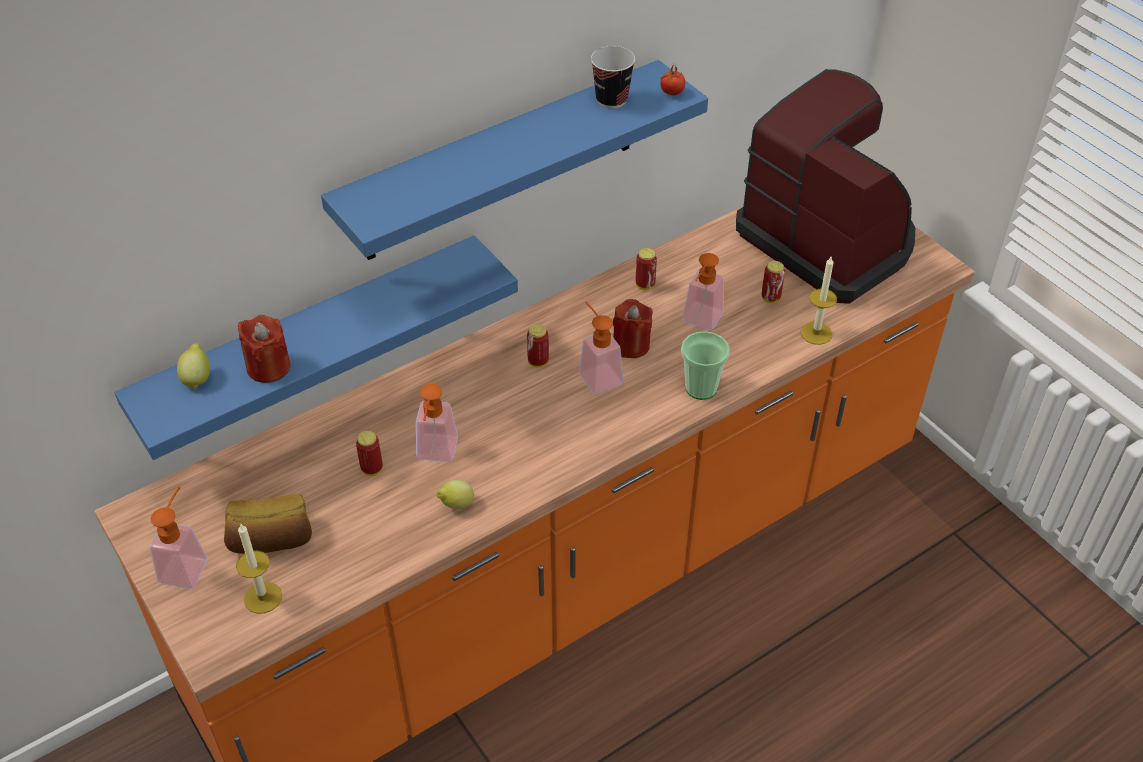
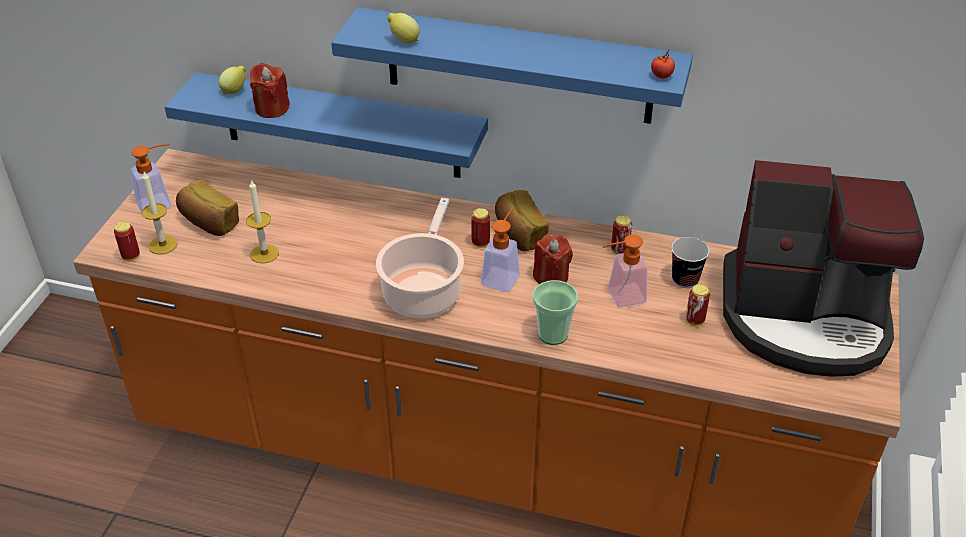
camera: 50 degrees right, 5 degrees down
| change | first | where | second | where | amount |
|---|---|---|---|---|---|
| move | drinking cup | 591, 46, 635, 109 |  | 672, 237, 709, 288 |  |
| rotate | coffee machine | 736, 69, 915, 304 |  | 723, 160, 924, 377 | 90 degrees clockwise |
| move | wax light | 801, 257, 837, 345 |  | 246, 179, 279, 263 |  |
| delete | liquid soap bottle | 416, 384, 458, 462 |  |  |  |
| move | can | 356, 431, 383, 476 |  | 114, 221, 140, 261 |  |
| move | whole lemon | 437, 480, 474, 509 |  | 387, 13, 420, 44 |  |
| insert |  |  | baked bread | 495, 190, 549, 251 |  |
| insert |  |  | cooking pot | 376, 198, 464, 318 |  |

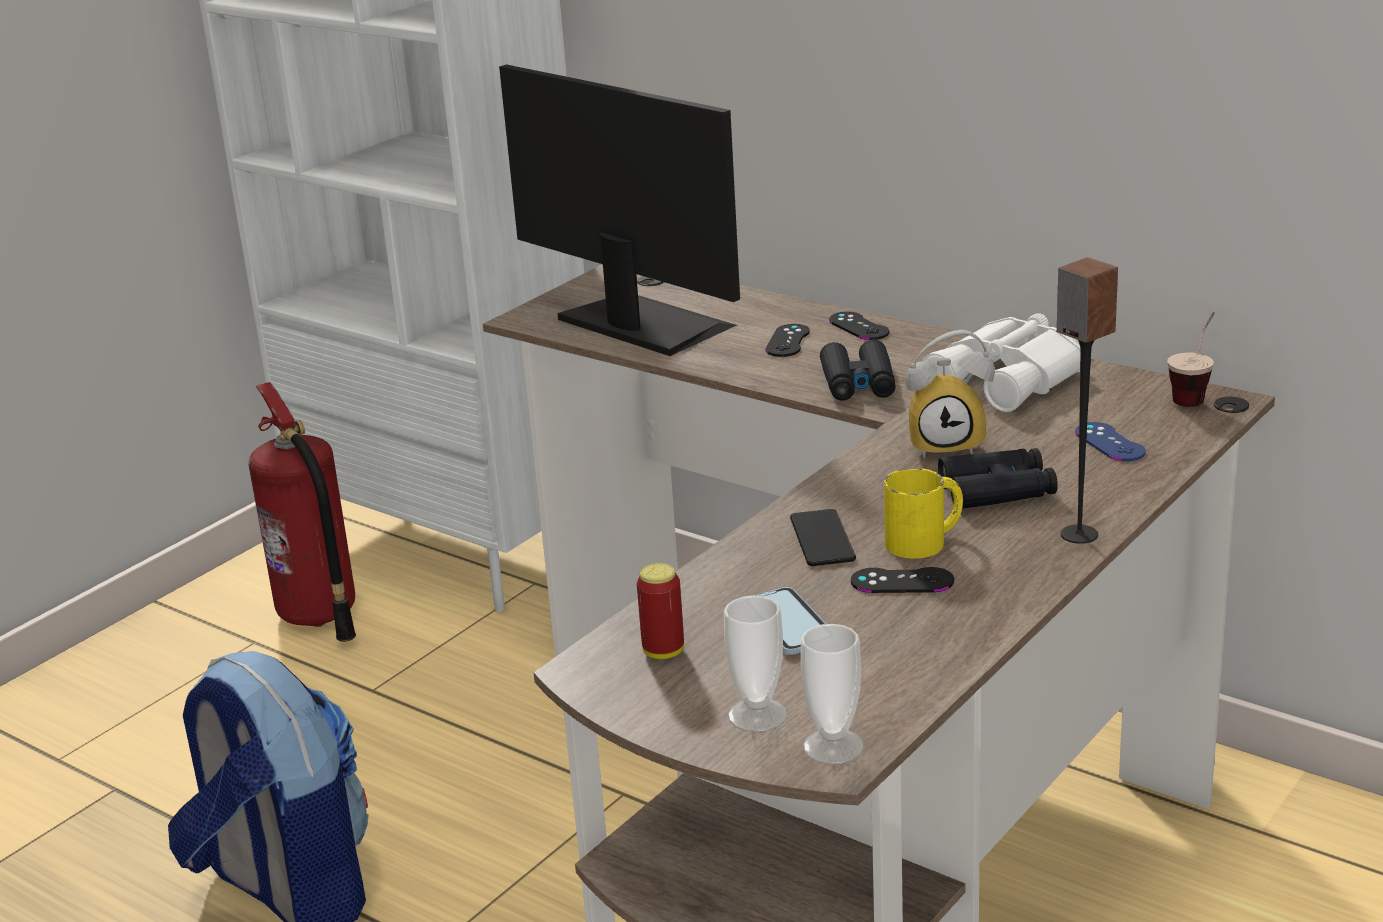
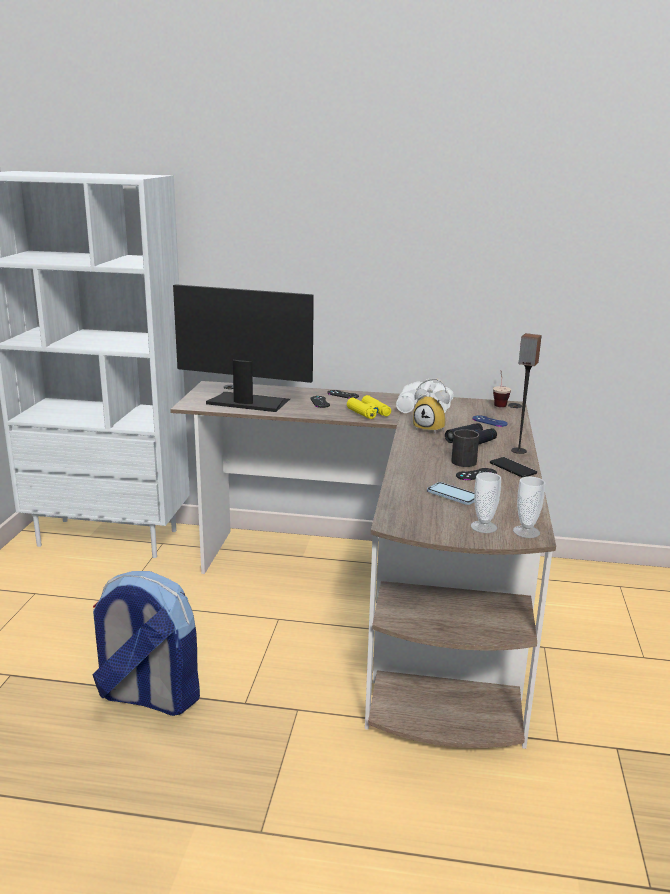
camera: 30 degrees left, 5 degrees down
| change | first | where | second | where | amount |
|---|---|---|---|---|---|
| rotate | bedside clock | 906, 330, 995, 459 |  | 413, 378, 450, 433 | 60 degrees clockwise |
| recolor | black-coloured field glasses | 820, 339, 896, 401 | yellow-coloured field glasses | 347, 395, 391, 419 |  |
| delete | extinguisher | 249, 382, 356, 642 |  |  |  |
| recolor | yellow-coloured tea mug | 884, 468, 963, 559 | black-coloured tea mug | 451, 429, 479, 467 |  |
| move | telephone | 790, 509, 856, 566 |  | 490, 457, 537, 477 |  |
| delete | can | 637, 563, 684, 659 |  |  |  |

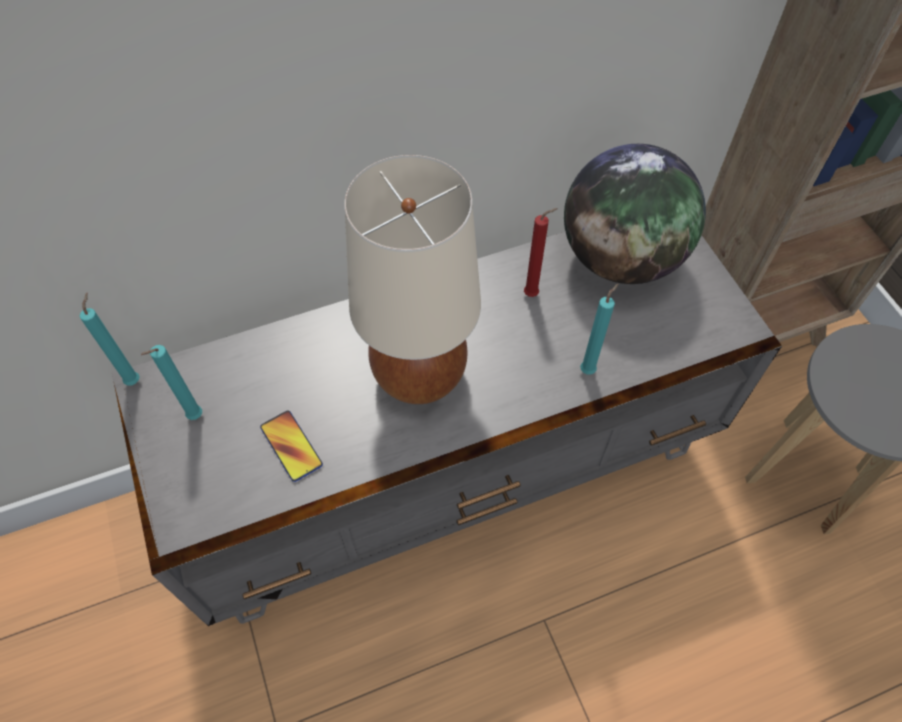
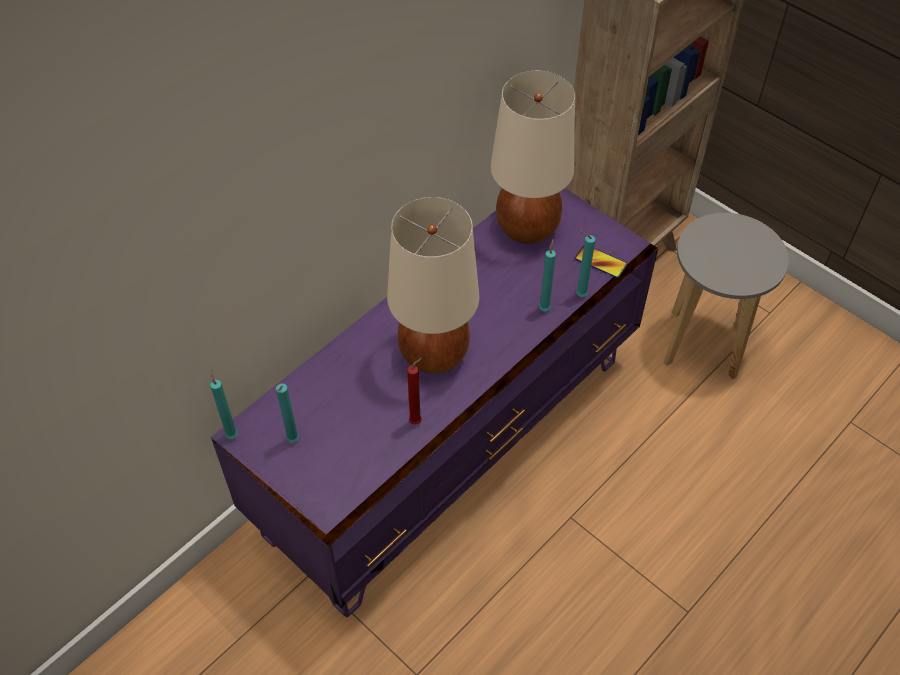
camera: 25 degrees left, 5 degrees down
| change | first | where | second | where | amount |
|---|---|---|---|---|---|
| replace | globe | 564, 144, 706, 284 | sand-coloured lamp for a table | 490, 71, 575, 244 |  |
| move | red-coloured wax light | 524, 208, 558, 297 |  | 407, 357, 422, 425 |  |
| recolor | grey tv stand | 112, 231, 782, 626 | purplish tv stand | 211, 188, 658, 617 |  |
| move | telephone | 260, 410, 323, 482 |  | 575, 245, 628, 278 |  |
| insert |  |  | turquoise wax light | 576, 231, 595, 297 |  |

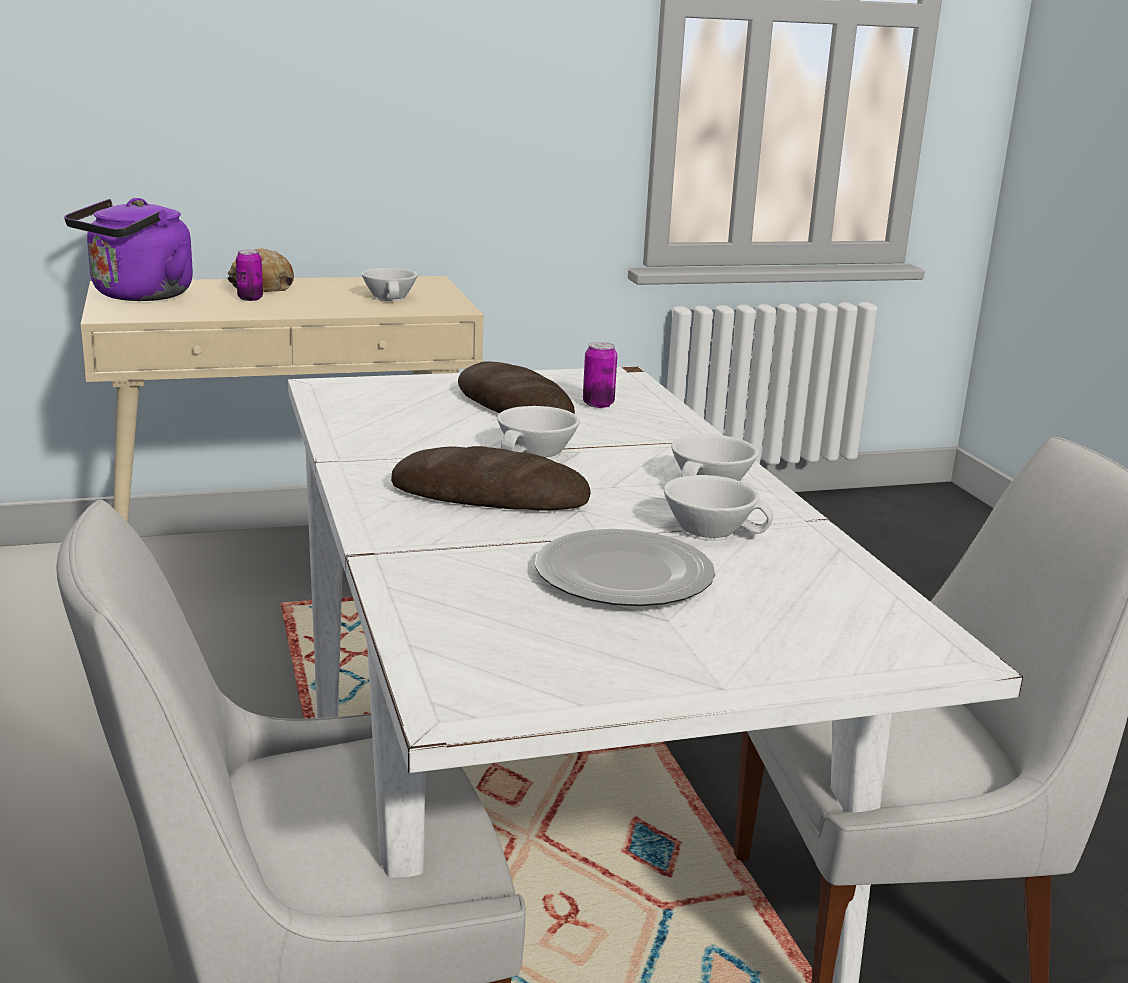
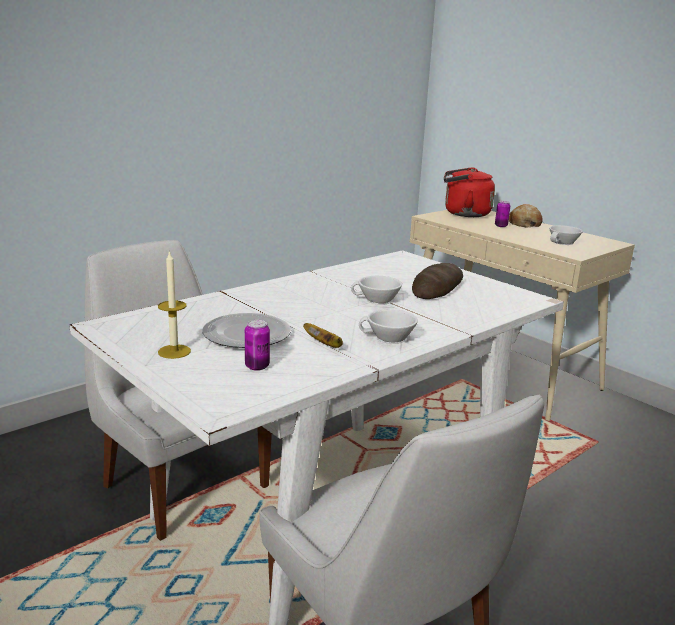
camera: 65 degrees right, 0 degrees up
| change | first | where | second | where | amount |
|---|---|---|---|---|---|
| recolor | purplish tea kettle | 64, 198, 193, 301 | red-coloured tea kettle | 444, 167, 495, 217 |  |
| move | can | 583, 342, 617, 408 |  | 245, 320, 270, 371 |  |
| delete | baked bread | 391, 446, 591, 511 |  |  |  |
| replace | whitish drinking cup | 664, 475, 773, 541 | whole banana | 303, 323, 343, 348 |  |
| insert |  |  | wax light | 158, 250, 191, 359 |  |

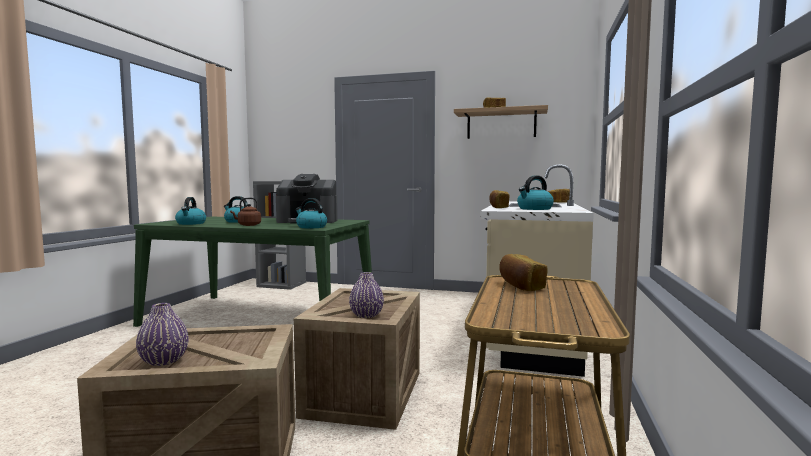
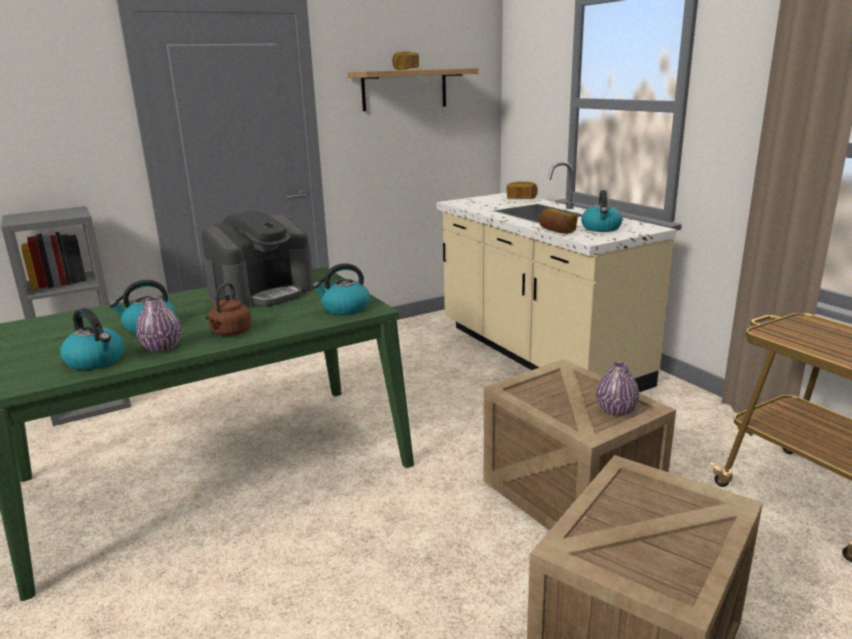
camera: 45 degrees left, 15 degrees up
| change | first | where | second | where | amount |
|---|---|---|---|---|---|
| delete | baked bread | 499, 254, 548, 291 |  |  |  |
| move | purplish vase | 136, 303, 189, 366 |  | 136, 296, 182, 352 |  |

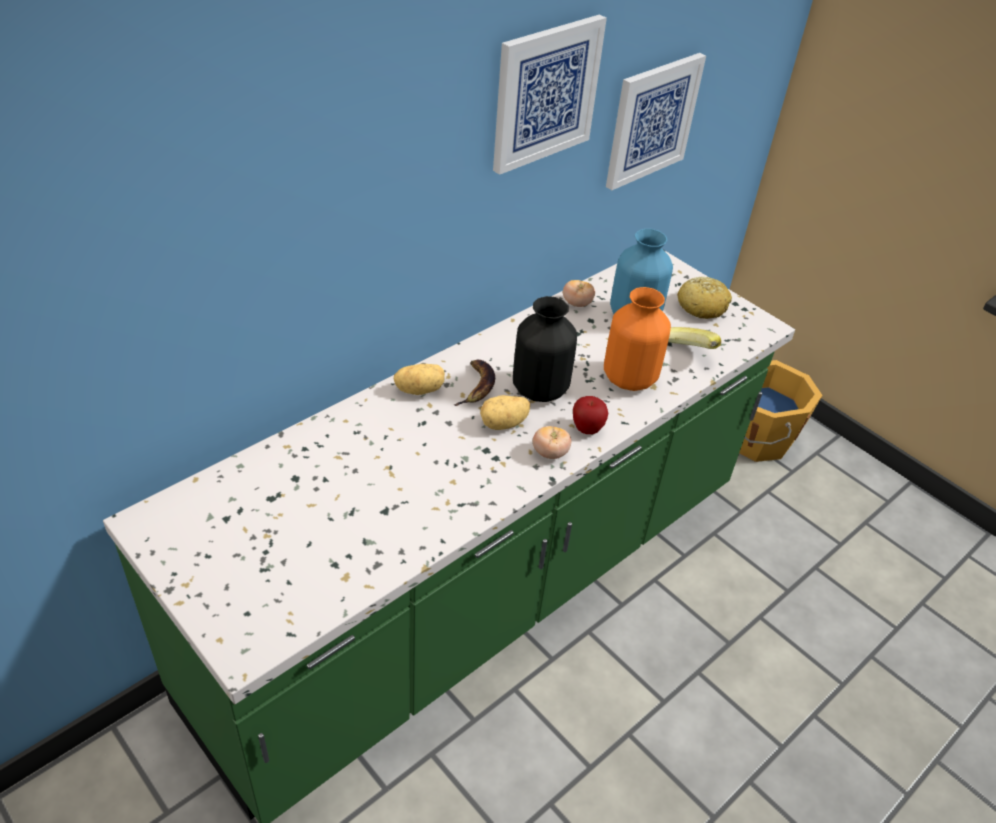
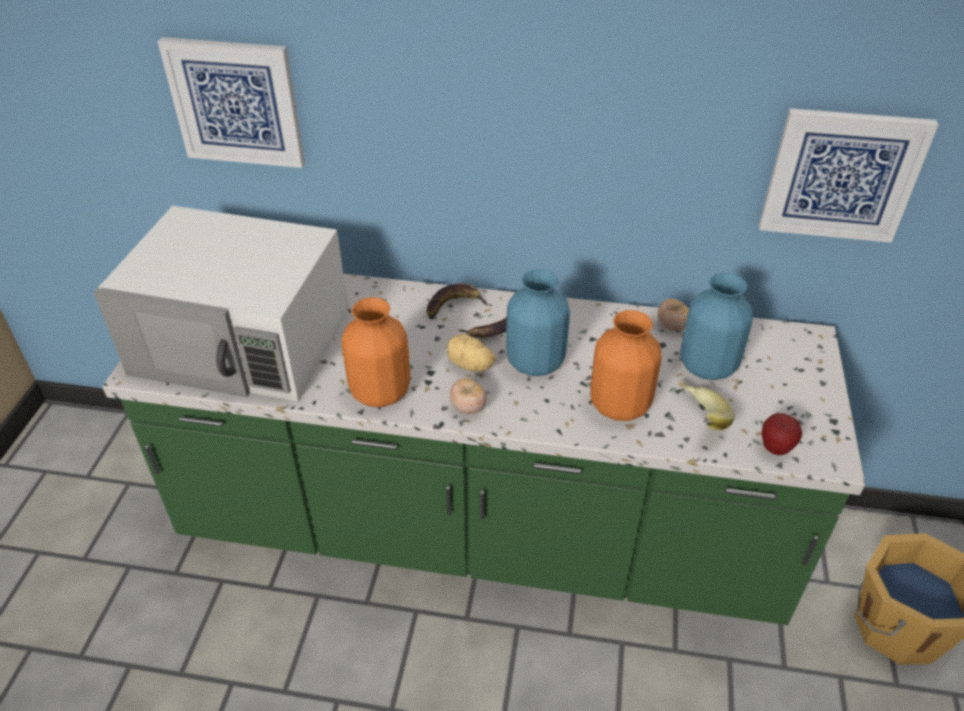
camera: 55 degrees right, 0 degrees up
| change | first | where | second | where | amount |
|---|---|---|---|---|---|
| move | wall picture | 493, 14, 607, 175 |  | 158, 37, 305, 168 |  |
| delete | baked bread | 677, 277, 732, 319 |  |  |  |
| recolor | black-coloured vase | 513, 296, 577, 402 | blue vase | 506, 269, 570, 376 |  |
| replace | potato | 394, 364, 445, 395 | whole banana | 426, 283, 489, 319 |  |
| move | apple fruit | 573, 396, 608, 434 |  | 761, 413, 802, 455 |  |
| insert |  |  | whitish kitchen microwave | 94, 206, 348, 401 |  |
| insert |  |  | orangey vase | 341, 297, 410, 407 |  |

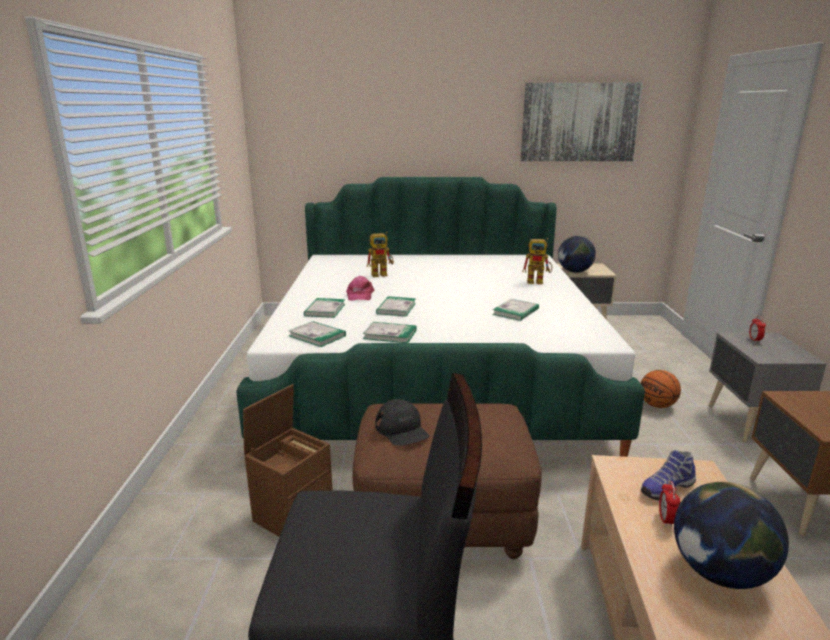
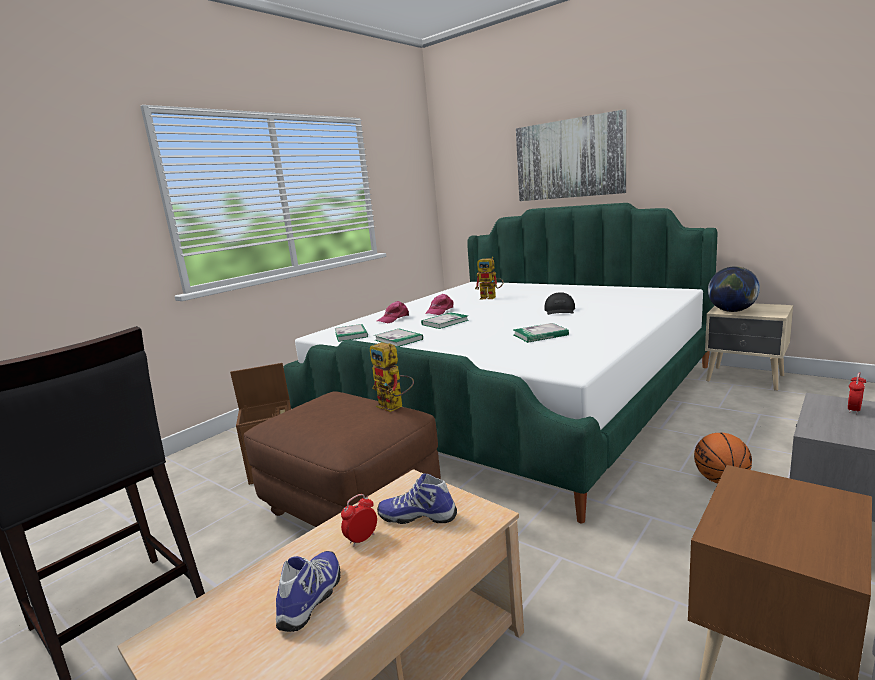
camera: 40 degrees right, 5 degrees down
| change | first | where | second | where | amount |
|---|---|---|---|---|---|
| move | wall picture | 521, 83, 643, 161 |  | 516, 109, 626, 201 |  |
| move | model robot | 522, 238, 552, 284 |  | 369, 342, 414, 412 |  |
| replace | bound book | 304, 298, 345, 318 | pinkish cap | 377, 301, 409, 323 |  |
| move | black-coloured cap | 375, 399, 429, 446 |  | 544, 292, 575, 315 |  |
| replace | globe | 674, 482, 789, 589 | low shoe | 276, 551, 341, 632 |  |

